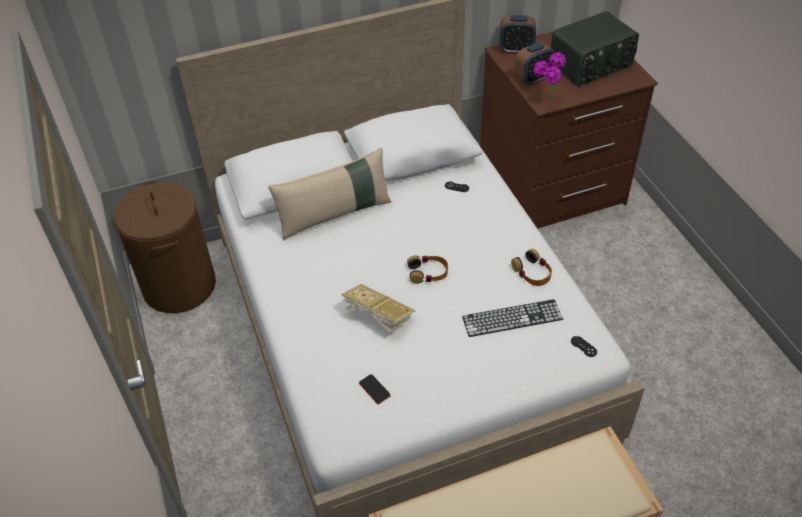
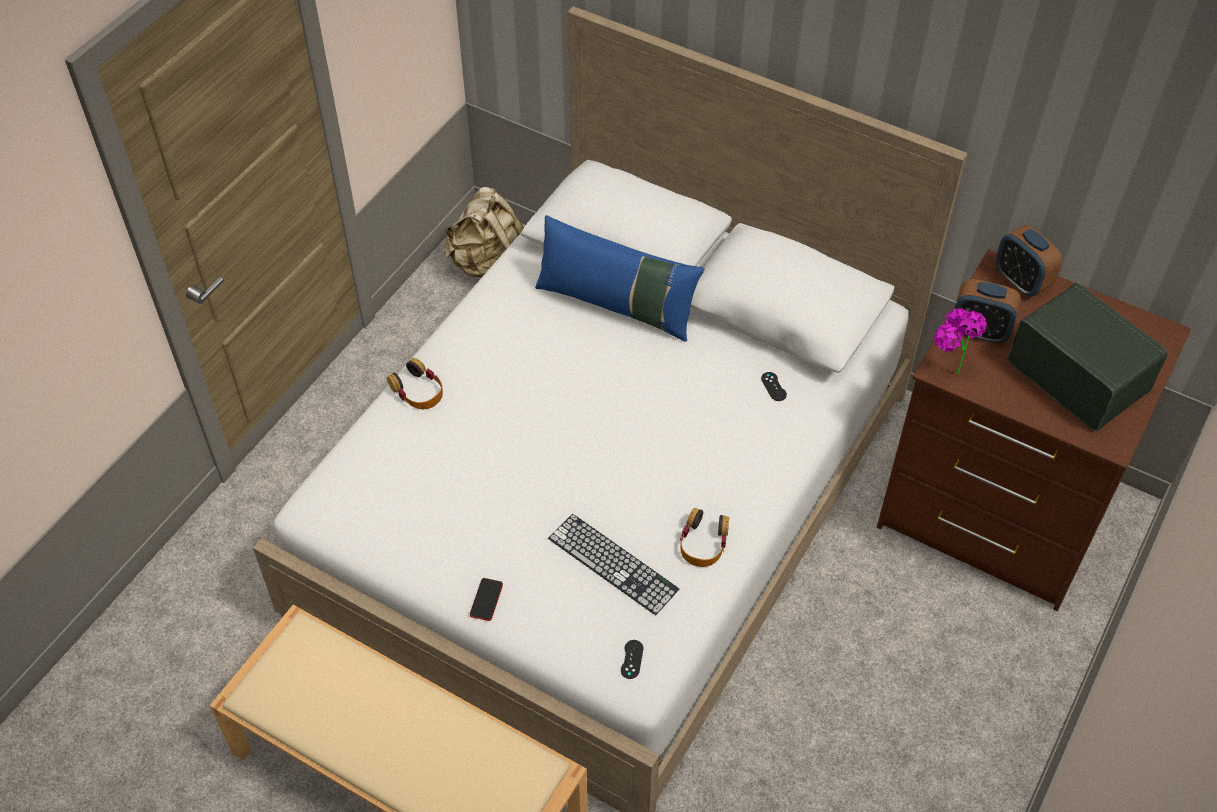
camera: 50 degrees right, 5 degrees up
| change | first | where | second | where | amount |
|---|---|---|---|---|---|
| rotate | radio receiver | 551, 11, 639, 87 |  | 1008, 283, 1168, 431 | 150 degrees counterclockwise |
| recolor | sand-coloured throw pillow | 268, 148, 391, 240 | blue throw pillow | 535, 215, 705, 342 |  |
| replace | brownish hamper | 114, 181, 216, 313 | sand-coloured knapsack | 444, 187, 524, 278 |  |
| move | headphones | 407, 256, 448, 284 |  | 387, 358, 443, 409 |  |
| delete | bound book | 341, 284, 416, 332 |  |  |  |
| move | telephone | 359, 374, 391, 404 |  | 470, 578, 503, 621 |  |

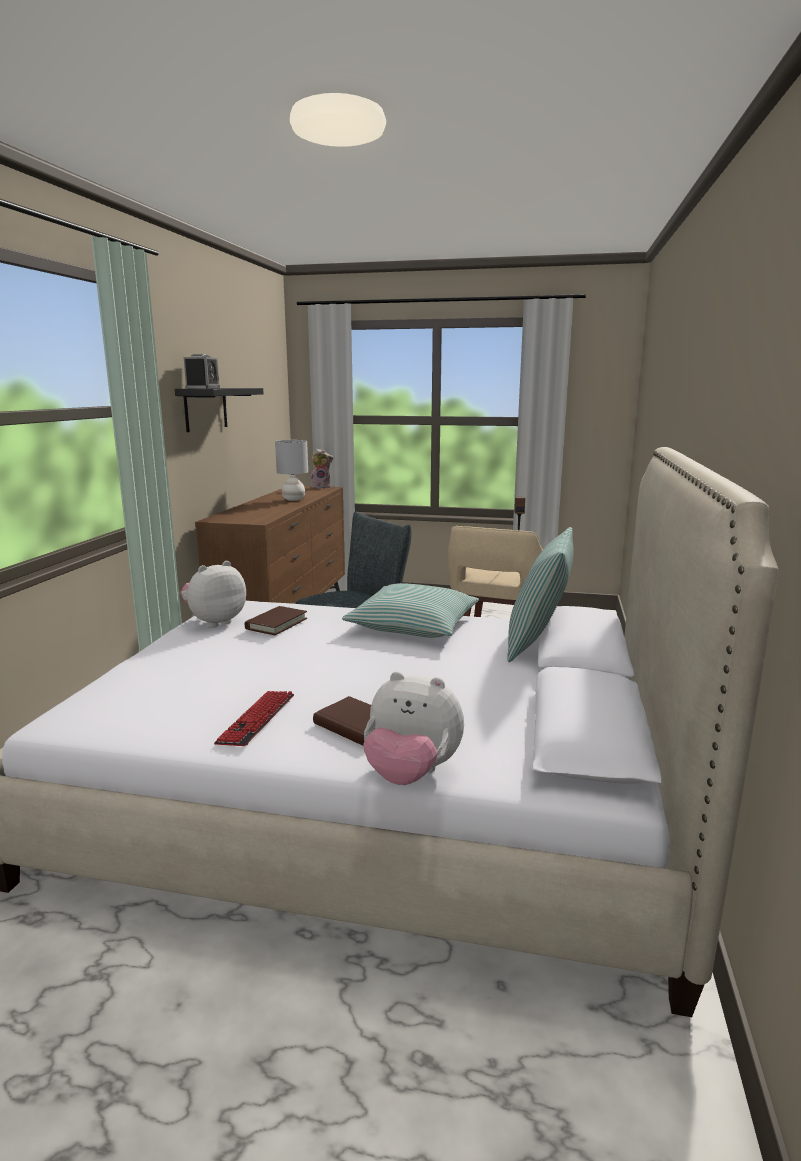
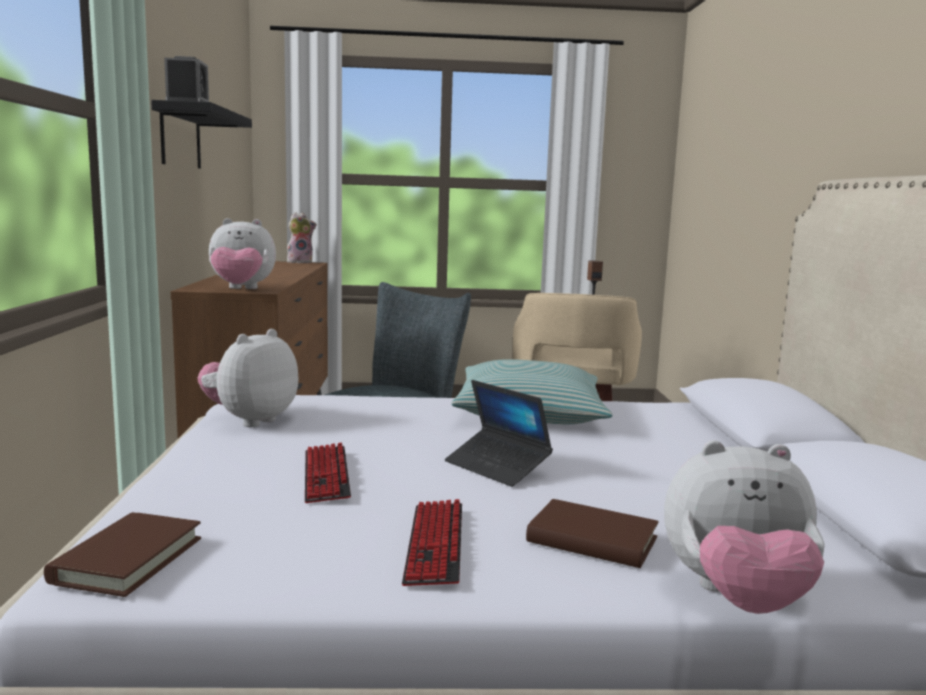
camera: 15 degrees left, 5 degrees down
| change | first | where | second | where | amount |
|---|---|---|---|---|---|
| delete | grey lamp for a table | 275, 440, 308, 501 |  |  |  |
| delete | throw pillow | 507, 527, 573, 662 |  |  |  |
| move | brownish bound book | 245, 606, 307, 635 |  | 44, 512, 201, 597 |  |
| insert |  |  | cuddly toy | 209, 218, 276, 289 |  |
| insert |  |  | portable computer | 445, 380, 553, 487 |  |
| insert |  |  | keyboard | 305, 442, 351, 503 |  |

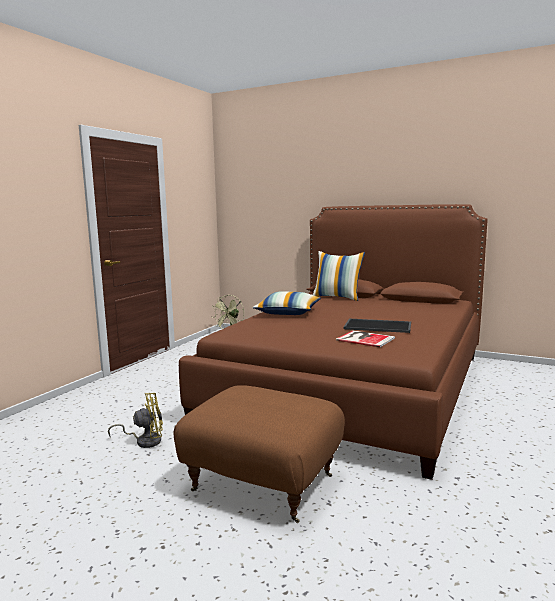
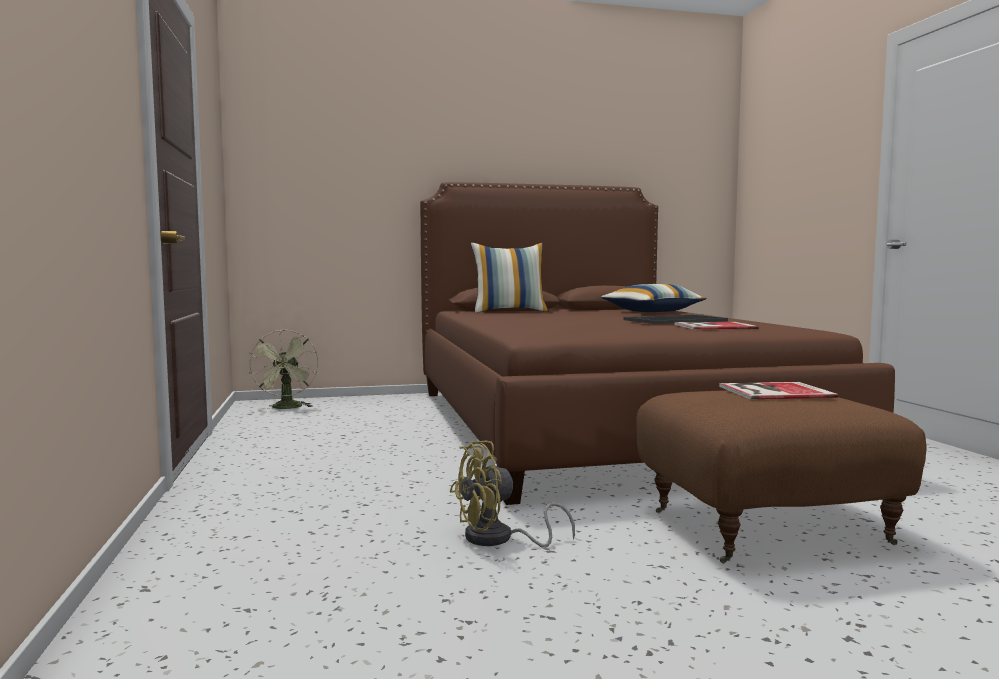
camera: 40 degrees left, 5 degrees down
| change | first | where | second | where | amount |
|---|---|---|---|---|---|
| move | throw pillow | 253, 292, 321, 315 |  | 601, 284, 706, 312 |  |
| rotate | yellow-coloured electric fan | 108, 393, 163, 448 |  | 450, 441, 575, 548 | 150 degrees counterclockwise |
| insert |  |  | bound book | 719, 382, 838, 399 |  |

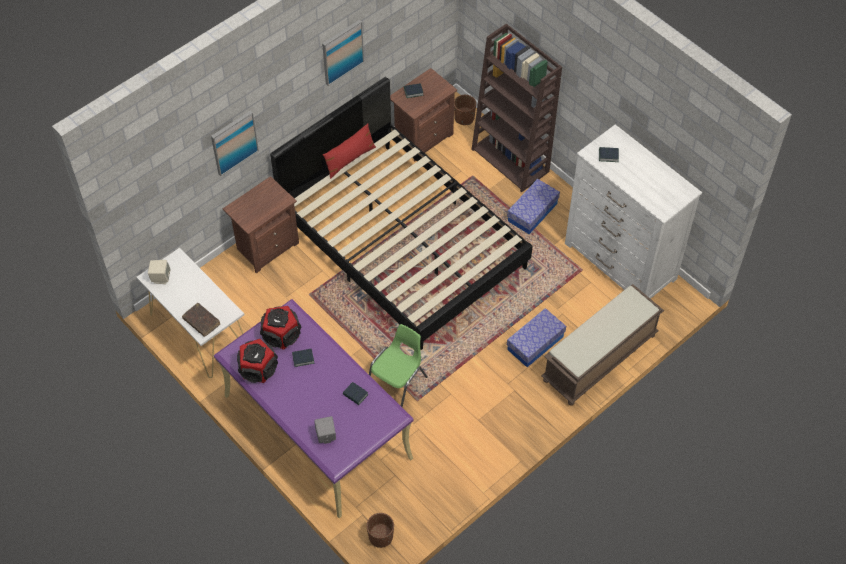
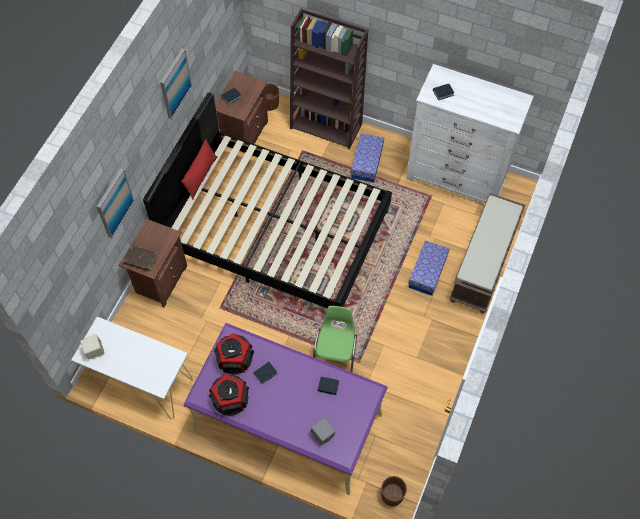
camera: 25 degrees left, 5 degrees up
| change | first | where | second | where | amount |
|---|---|---|---|---|---|
| move | brownish bound book | 182, 303, 220, 337 |  | 123, 245, 158, 271 |  |

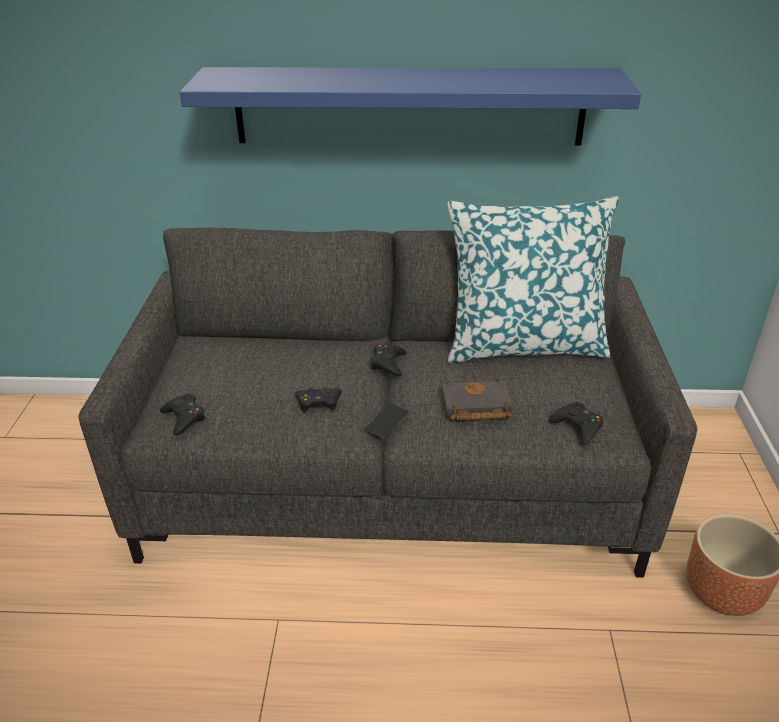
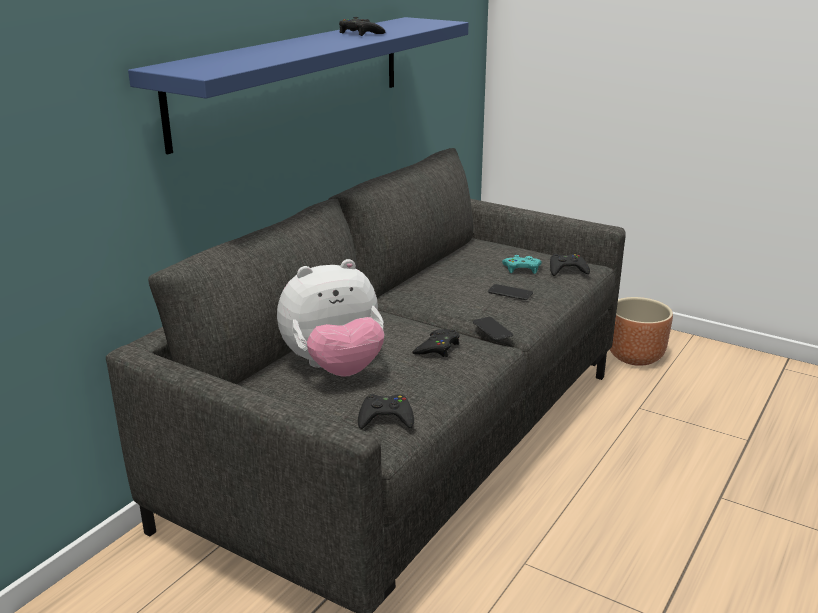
camera: 60 degrees left, 10 degrees down
| change | first | where | second | where | amount |
|---|---|---|---|---|---|
| delete | throw pillow | 447, 196, 619, 363 |  |  |  |
| move | black-coloured joypad | 370, 343, 407, 376 |  | 339, 17, 385, 36 |  |
| replace | black-coloured bound book | 442, 379, 513, 421 | telephone | 488, 284, 533, 300 |  |
| insert |  |  | turquoise joypad | 502, 255, 542, 274 |  |
| insert |  |  | cuddly toy | 277, 259, 384, 377 |  |

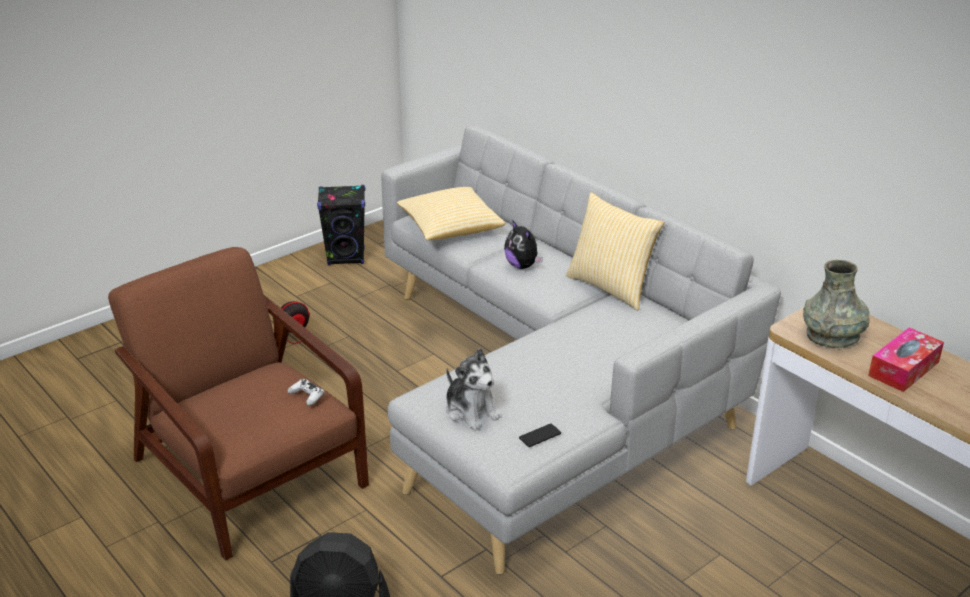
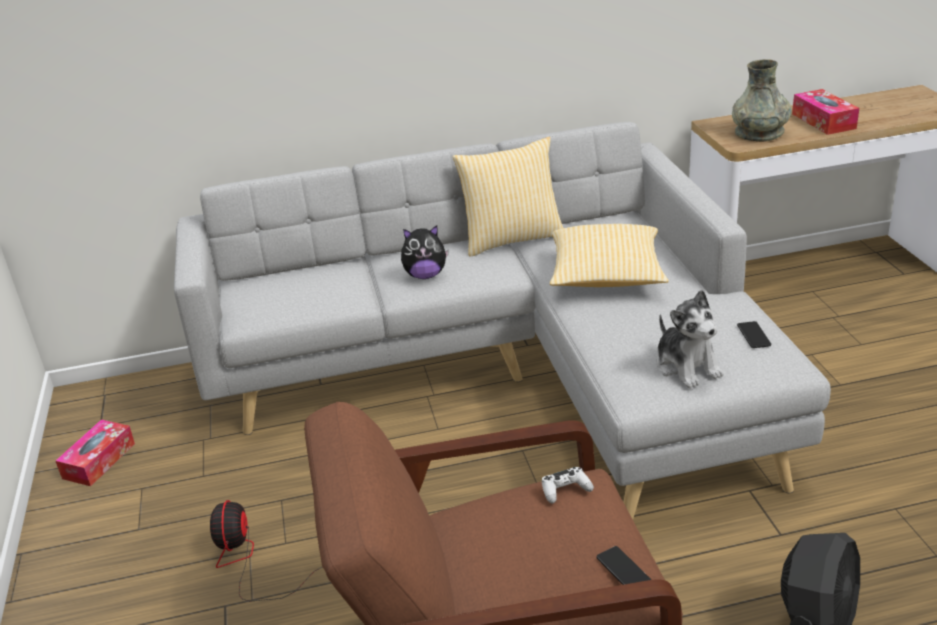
camera: 60 degrees left, 0 degrees up
| change | first | where | second | where | amount |
|---|---|---|---|---|---|
| replace | black-coloured loudspeaker | 317, 185, 365, 265 | tissue box | 56, 419, 135, 486 |  |
| move | throw pillow | 397, 187, 505, 240 |  | 550, 224, 669, 287 |  |
| rotate | cuddly toy | 446, 348, 502, 431 |  | 657, 290, 724, 389 | 75 degrees clockwise |
| insert |  |  | telephone | 596, 546, 651, 585 |  |

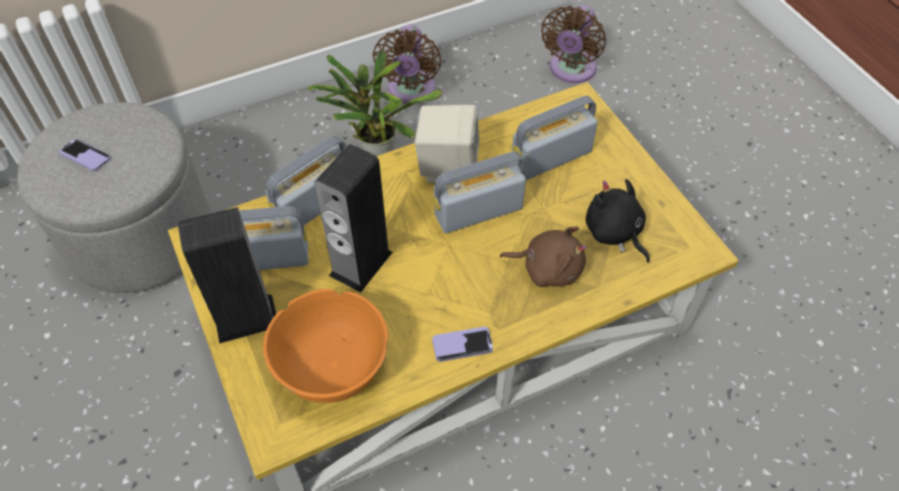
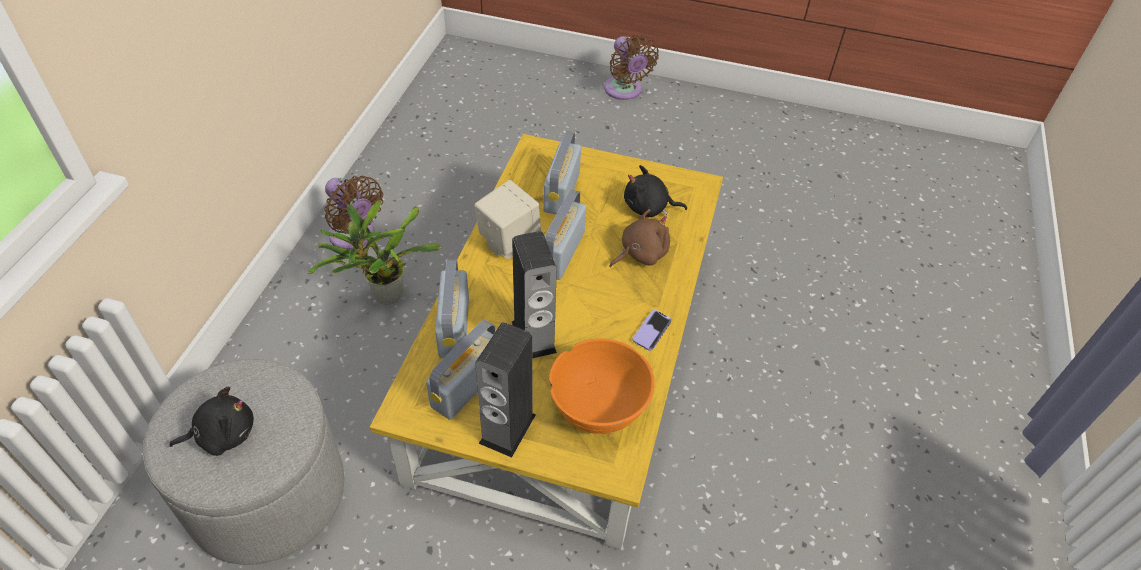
camera: 50 degrees left, 5 degrees down
| change | first | where | second | where | amount |
|---|---|---|---|---|---|
| move | brownish electric fan | 541, 5, 606, 83 |  | 604, 35, 659, 100 |  |
| replace | telephone | 59, 139, 110, 171 | black-coloured cuddly toy | 169, 387, 254, 456 |  |

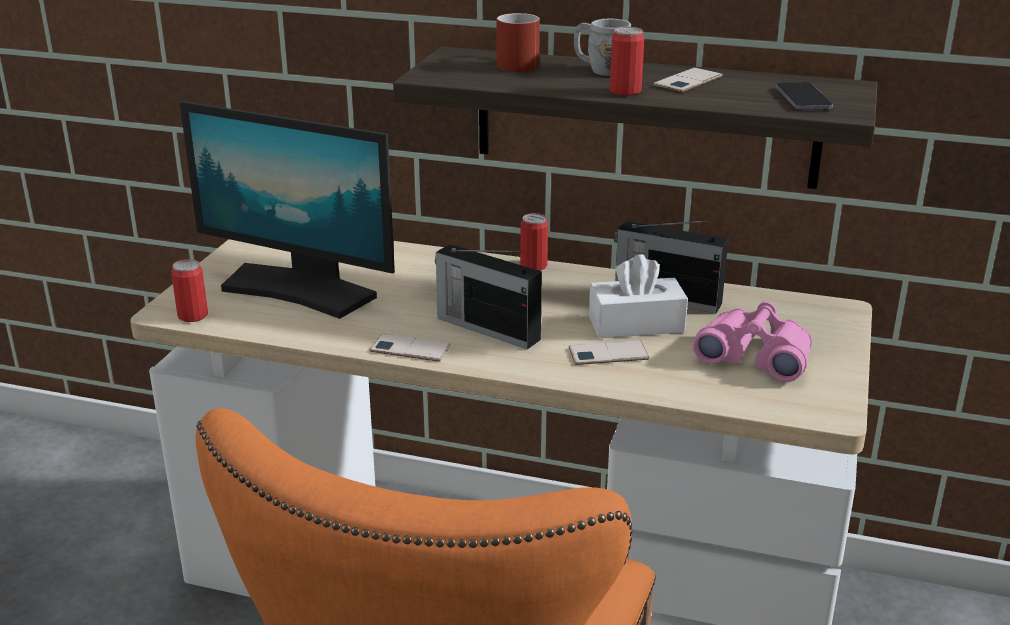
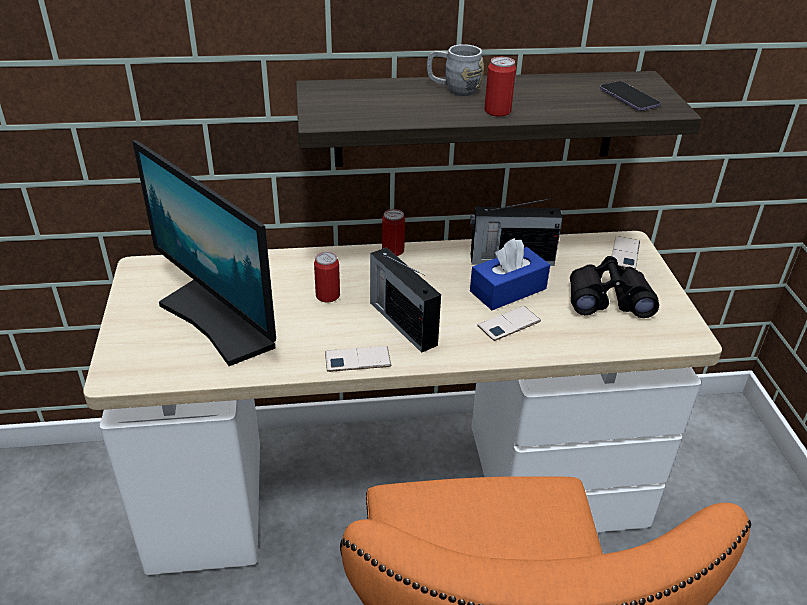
camera: 25 degrees left, 10 degrees up
| change | first | where | second | where | amount |
|---|---|---|---|---|---|
| delete | red-coloured tea mug | 496, 13, 540, 72 |  |  |  |
| move | telephone | 653, 68, 723, 92 |  | 612, 236, 640, 269 |  |
| rotate | monitor | 180, 101, 395, 319 |  | 132, 140, 276, 366 | 45 degrees clockwise |
| rotate | radio receiver | 435, 244, 542, 349 |  | 370, 247, 441, 353 | 45 degrees clockwise |
| recolor | whitish tissue box | 589, 254, 688, 338 | blue tissue box | 470, 238, 550, 310 |  |
| move | can | 171, 259, 208, 322 |  | 314, 252, 340, 303 |  |
| recolor | pinkish field glasses | 693, 301, 812, 382 | black-coloured field glasses | 570, 256, 659, 318 |  |

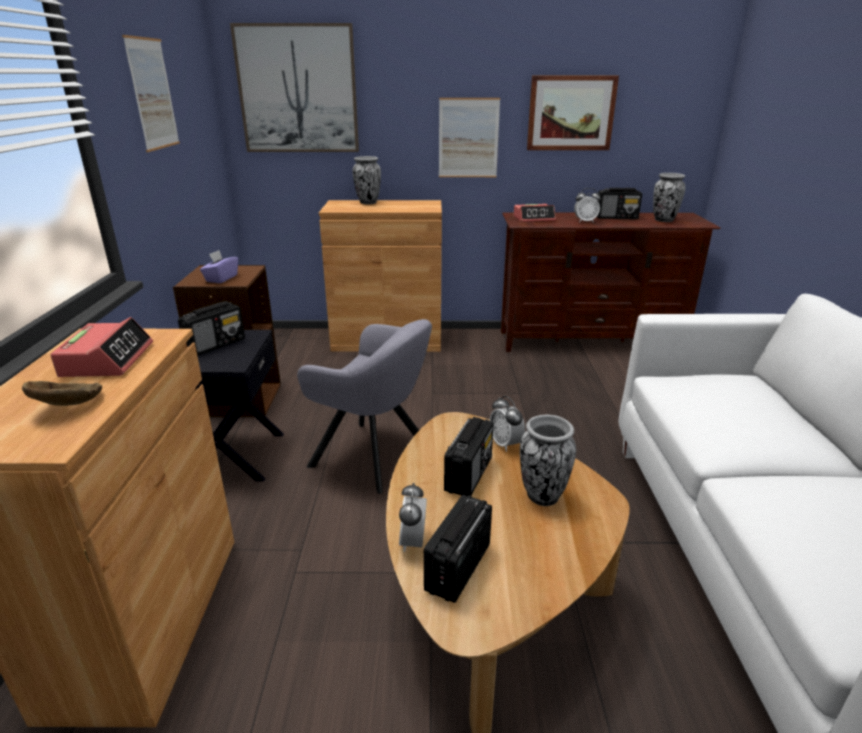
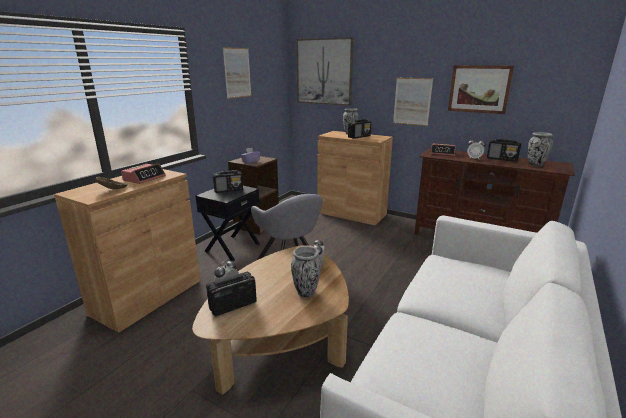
camera: 30 degrees right, 5 degrees down
| change | first | where | second | where | amount |
|---|---|---|---|---|---|
| move | radio receiver | 444, 417, 494, 496 |  | 348, 119, 371, 139 |  |

